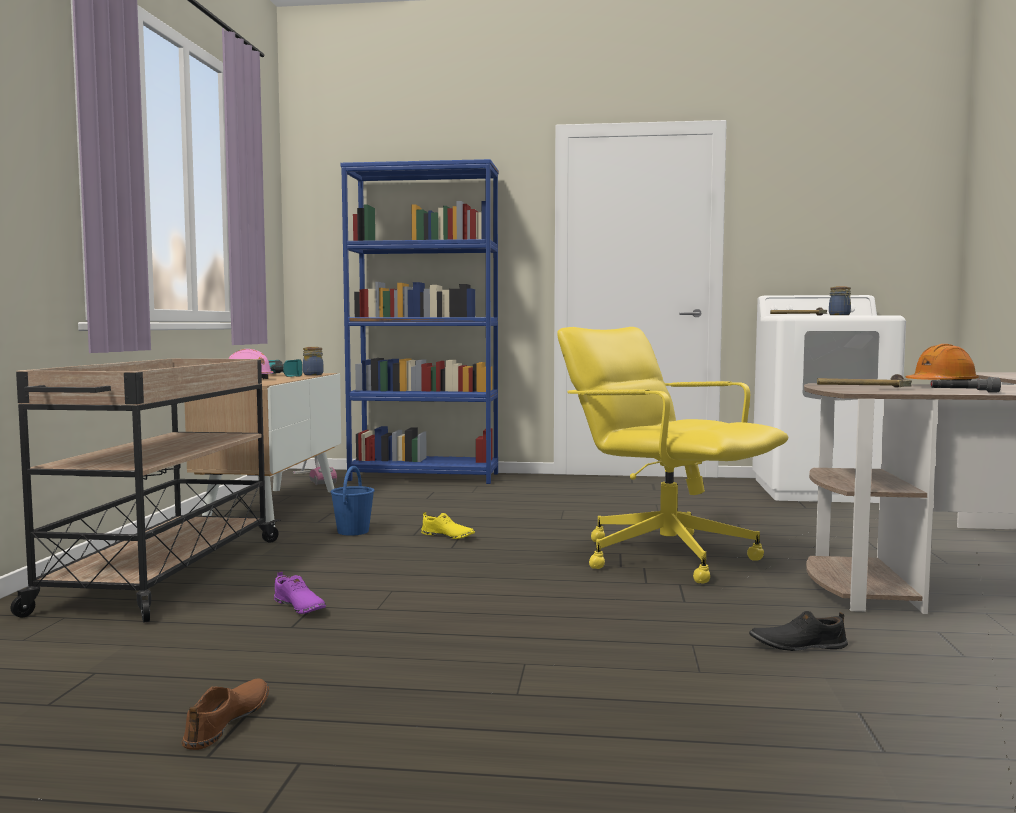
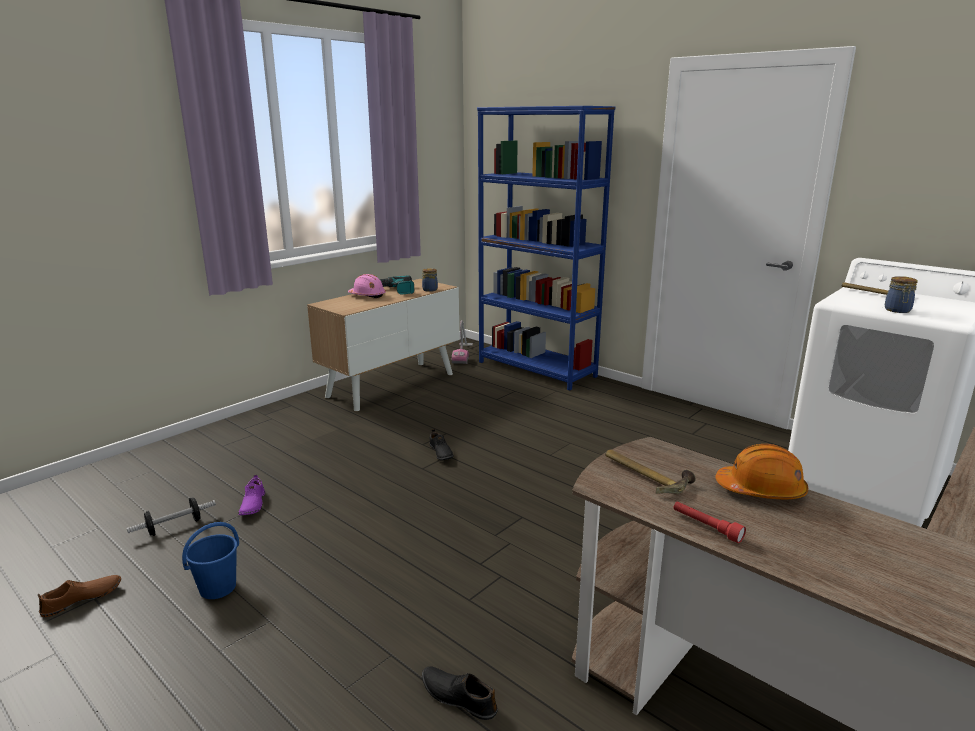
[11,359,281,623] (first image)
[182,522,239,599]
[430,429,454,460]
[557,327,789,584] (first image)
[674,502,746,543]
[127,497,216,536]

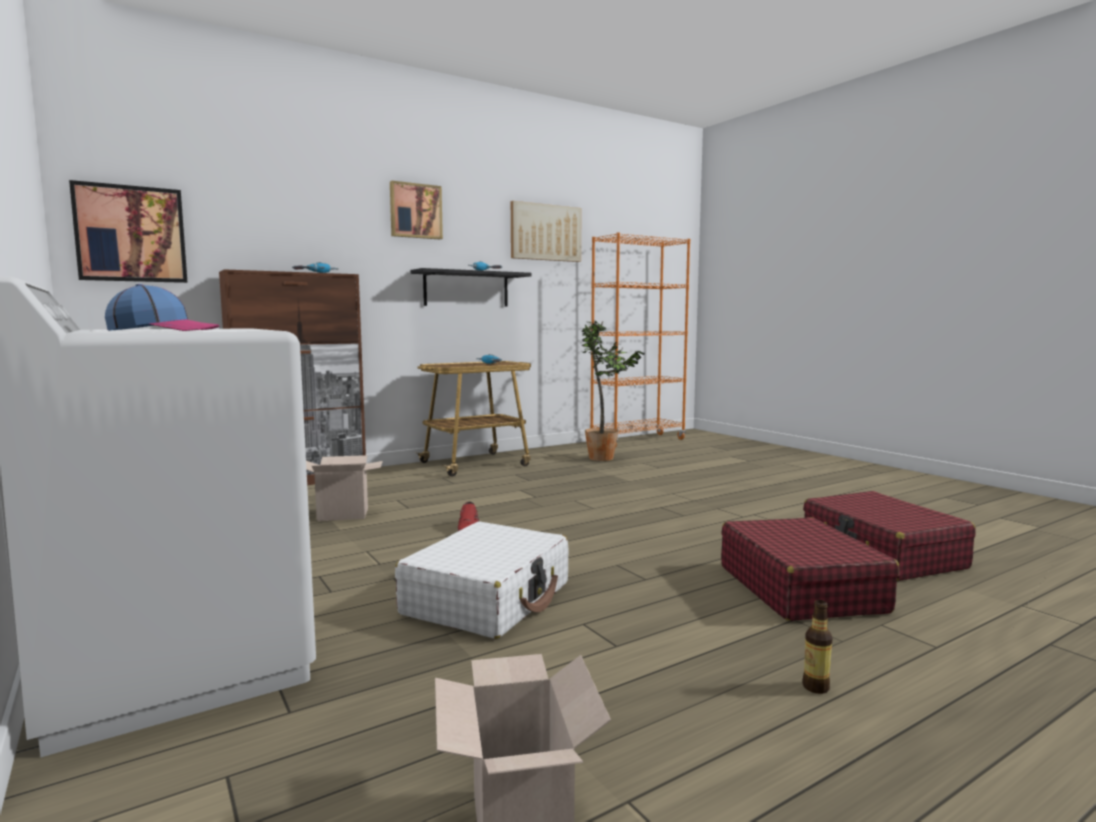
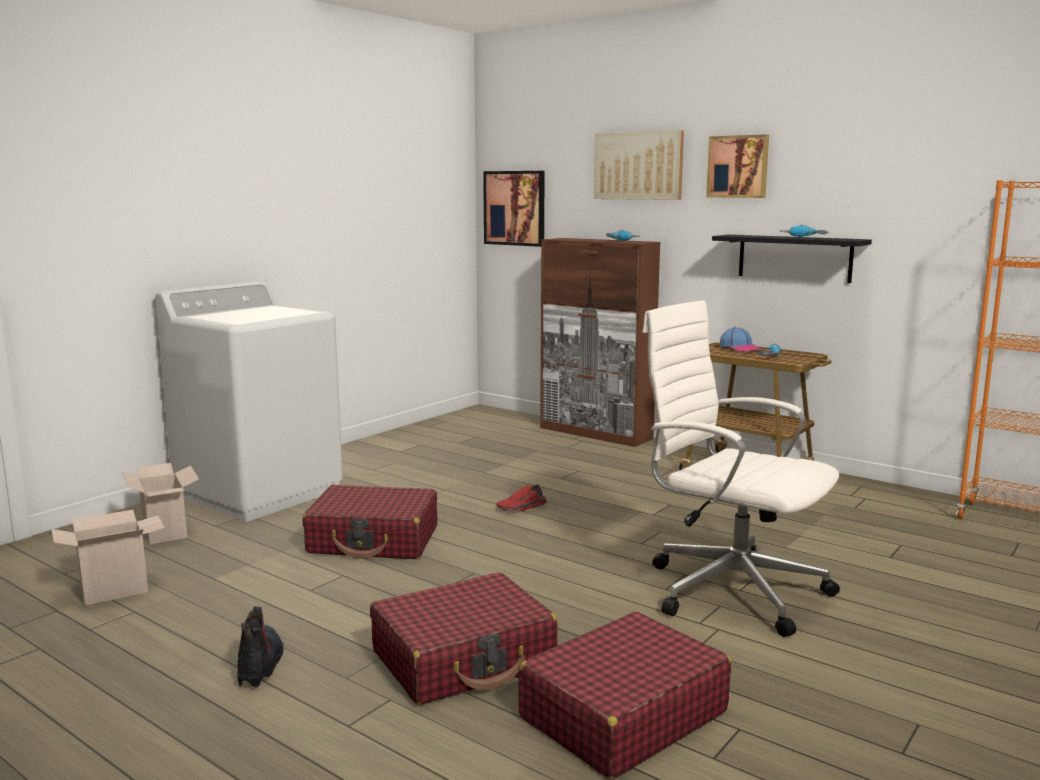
[720,327,762,352]
[122,463,199,544]
[302,485,437,559]
[594,130,684,200]
[581,321,644,461] (first image)
[237,606,283,688]
[642,300,840,637]

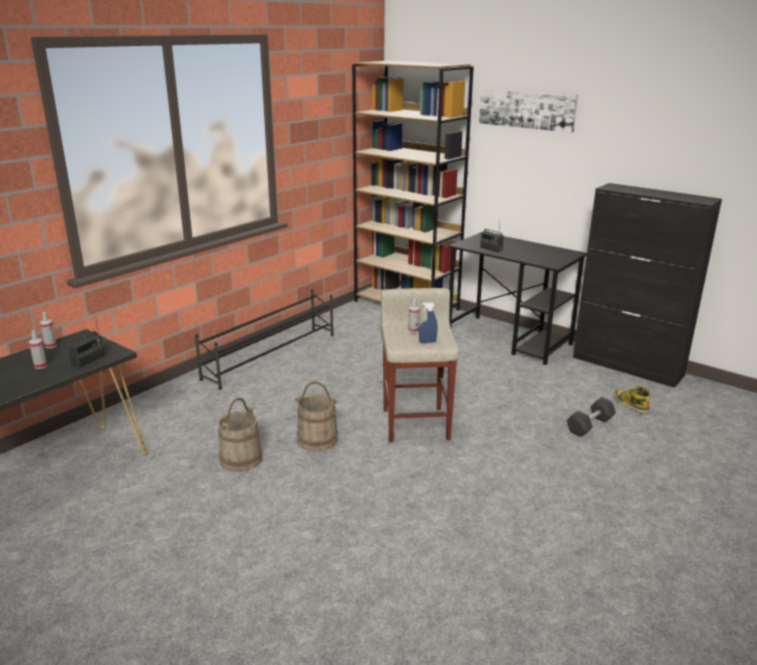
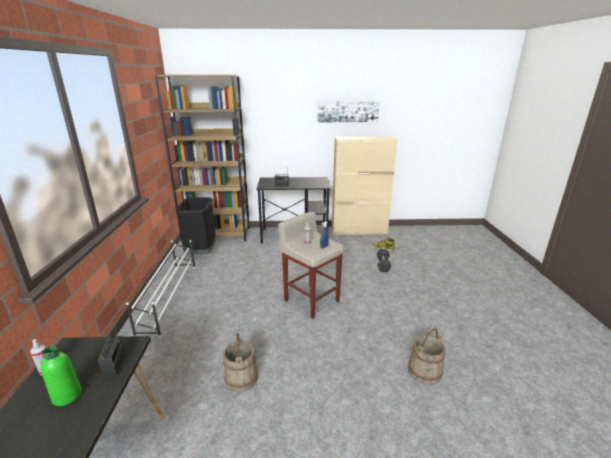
[41,346,82,406]
[126,240,195,338]
[408,328,445,385]
[318,101,380,122]
[332,137,397,235]
[176,197,216,254]

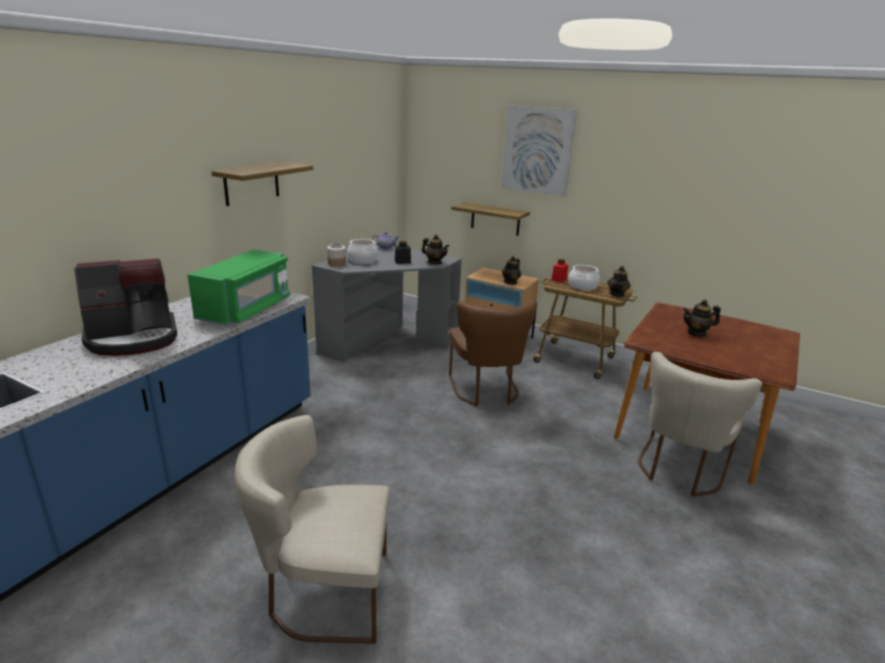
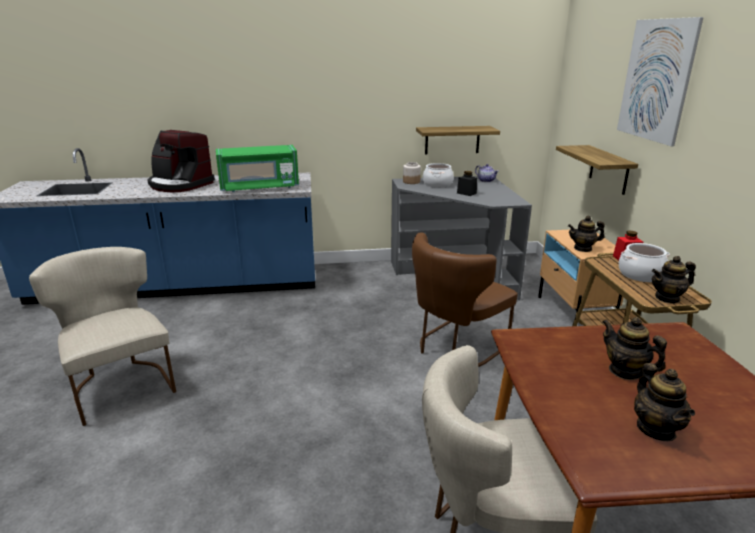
[416,126,500,155]
[634,363,695,441]

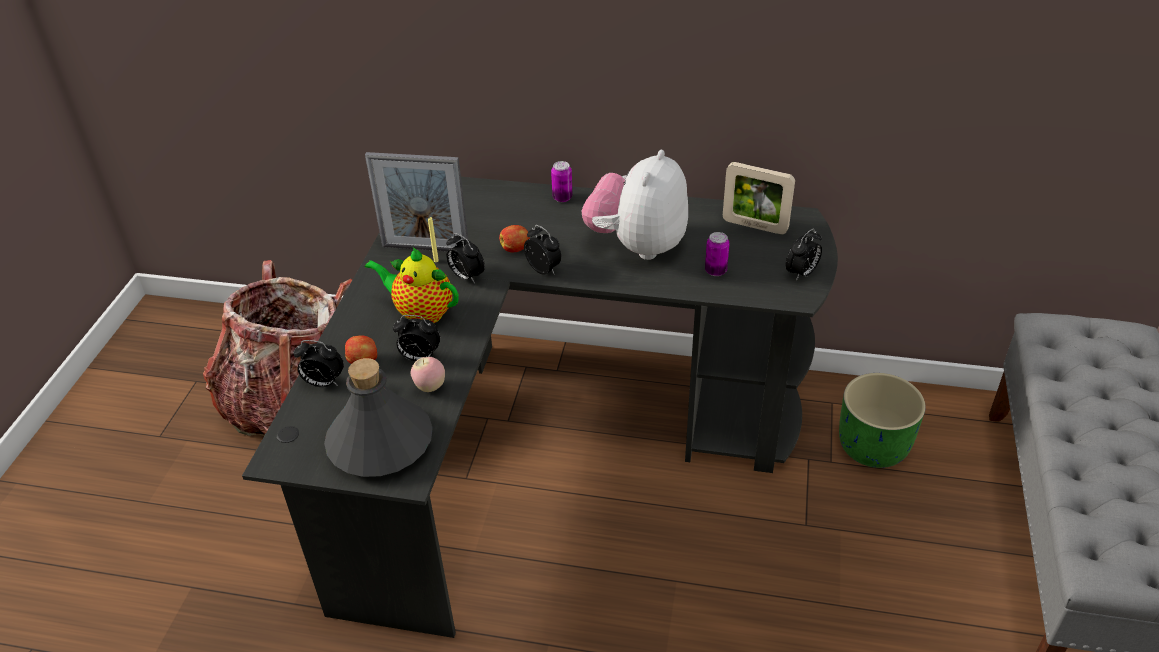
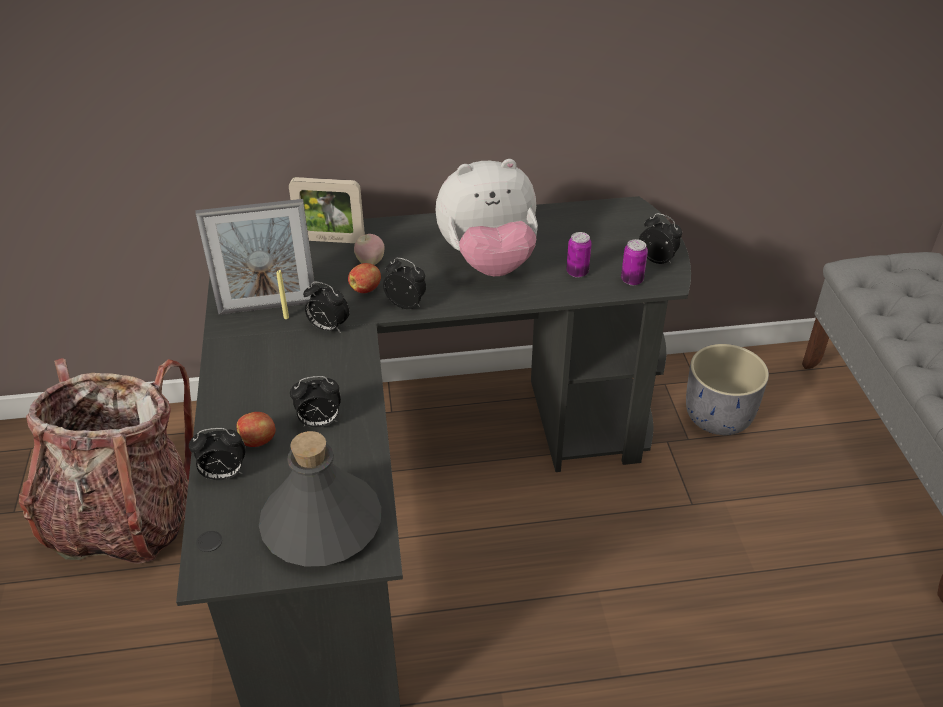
[365,247,459,323] (first image)
[354,234,384,265]
[621,239,648,285]
[436,159,538,276]
[289,177,365,243]
[639,213,682,264]
[686,344,769,435]

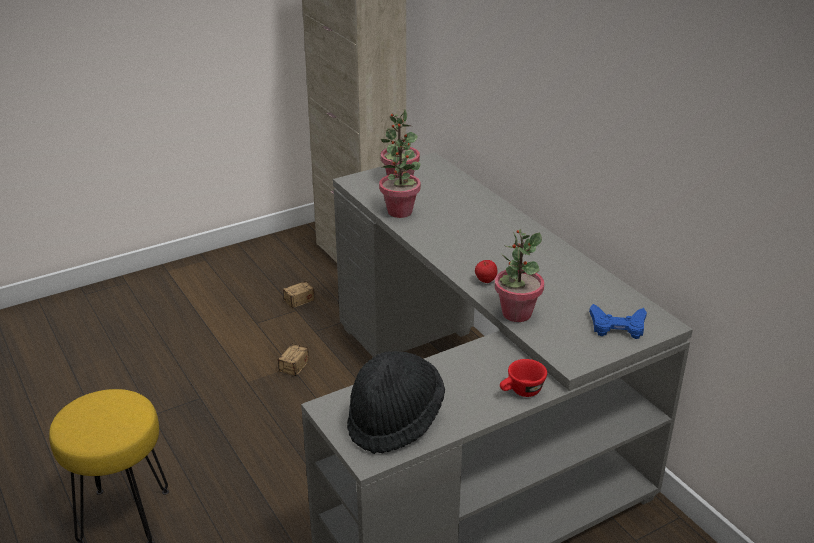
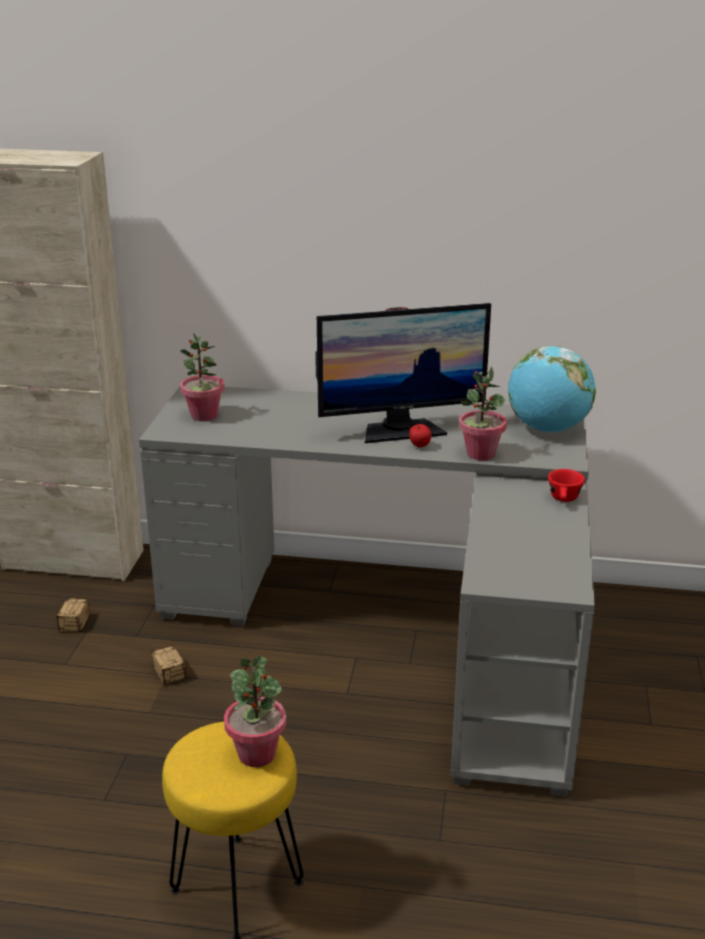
[347,351,445,454] (first image)
[224,656,286,767]
[508,346,596,432]
[315,303,491,443]

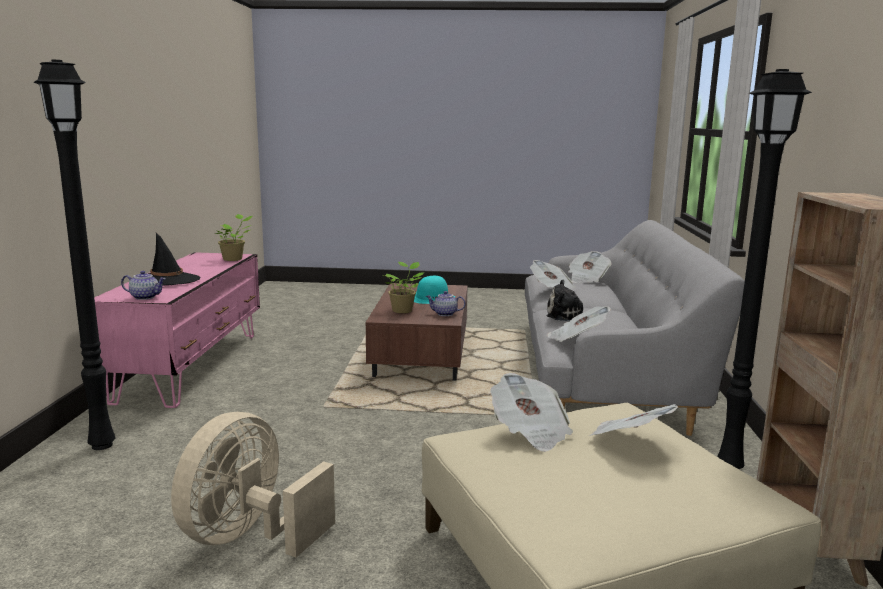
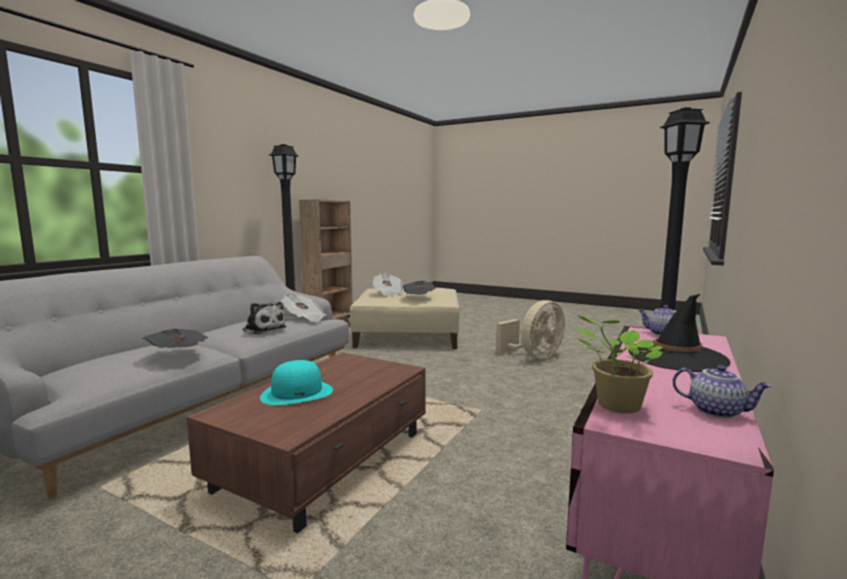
[383,262,425,313] (first image)
[673,365,772,418]
[568,251,611,283] (first image)

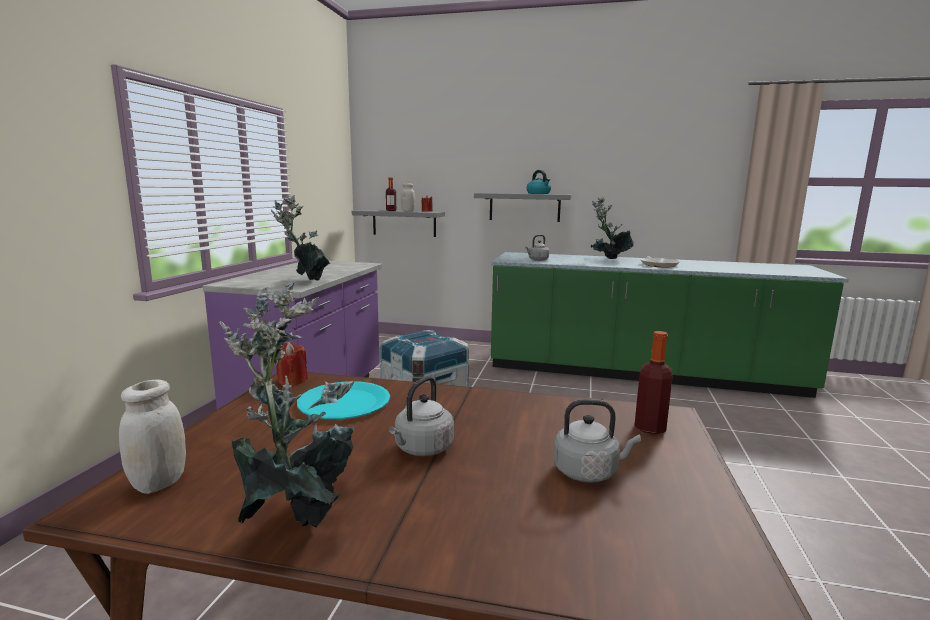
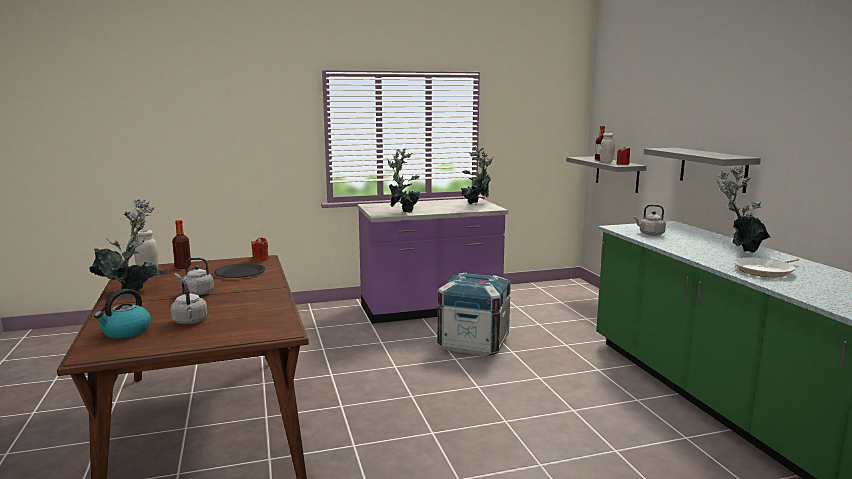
[214,263,265,278]
[94,289,151,339]
[172,220,191,269]
[461,146,494,204]

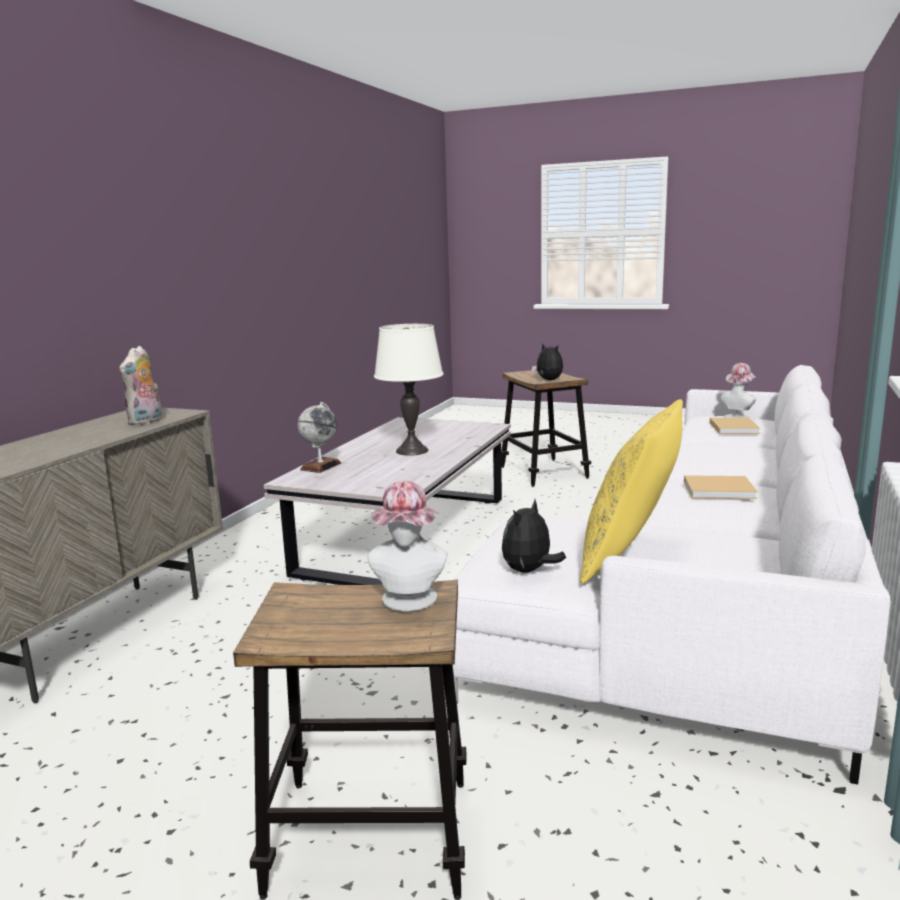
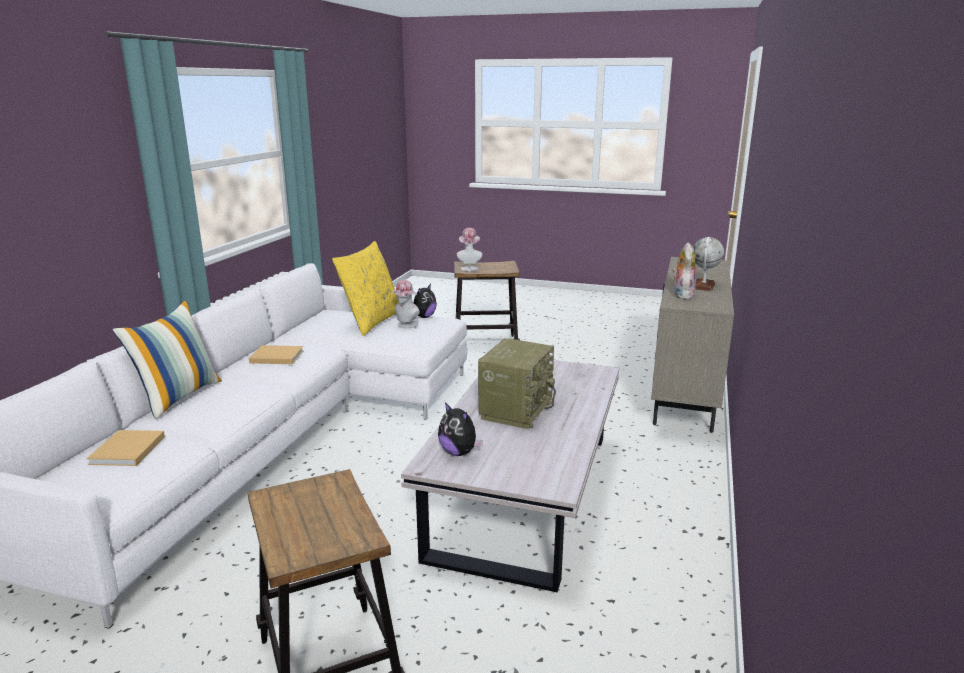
[693,237,724,291]
[478,338,556,429]
[438,402,483,456]
[391,280,420,328]
[113,300,222,419]

